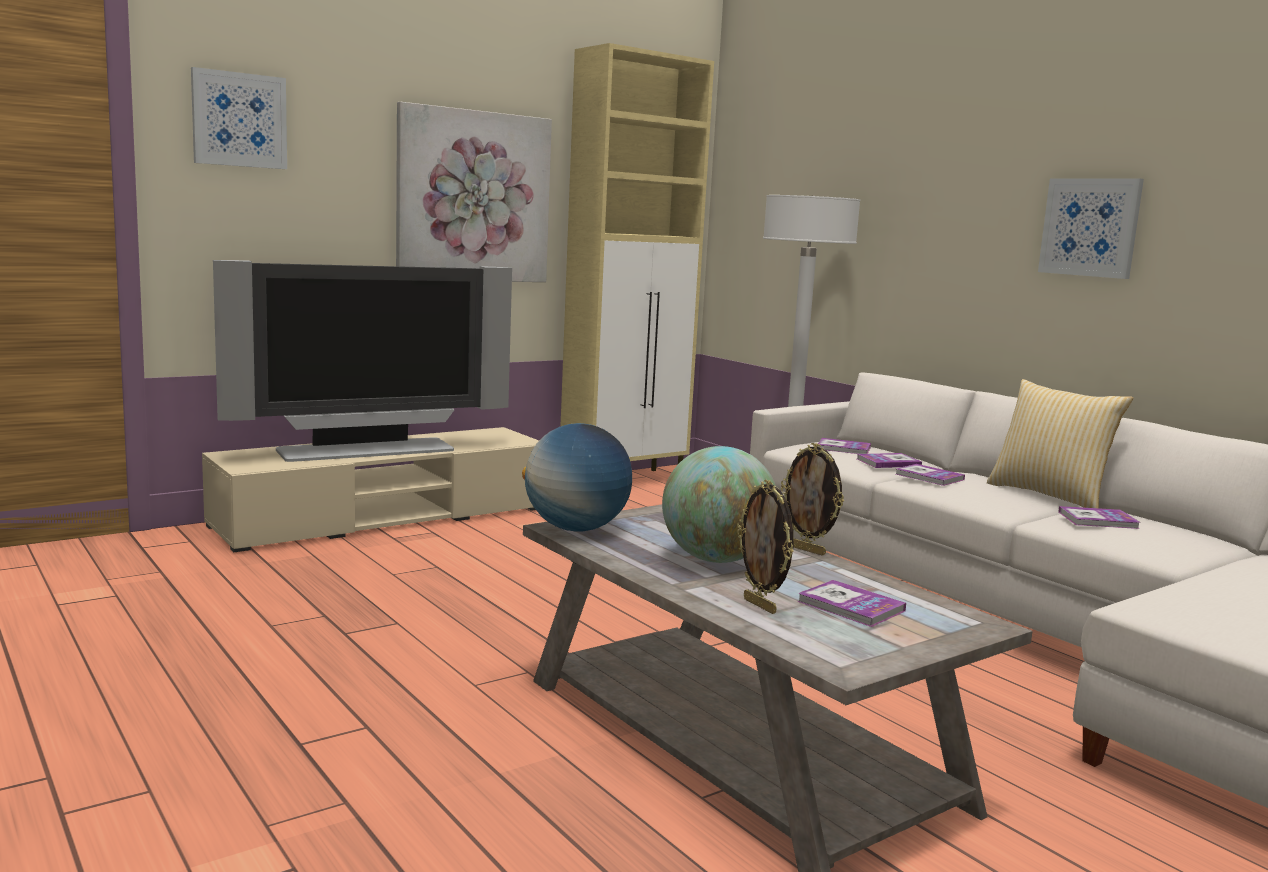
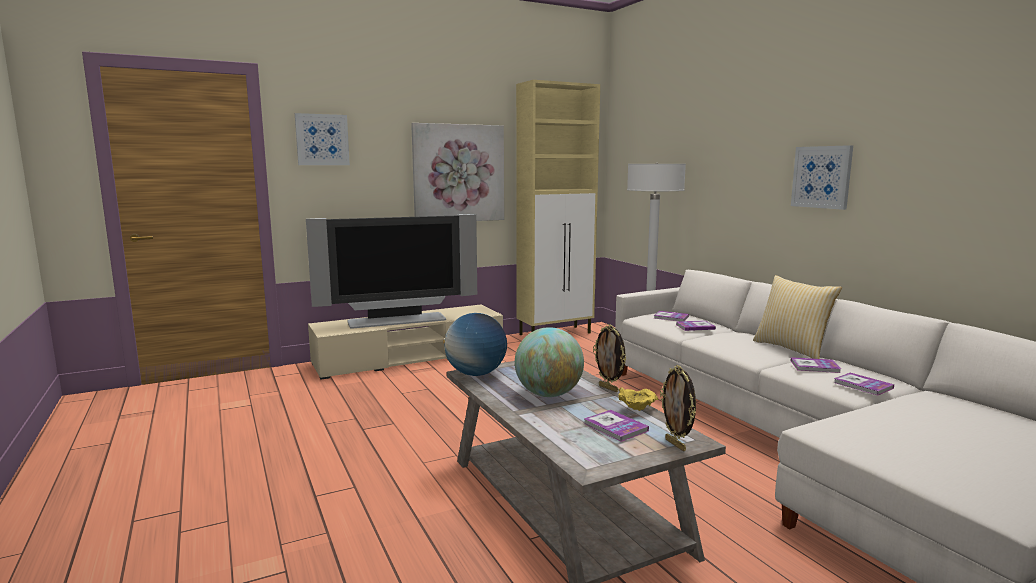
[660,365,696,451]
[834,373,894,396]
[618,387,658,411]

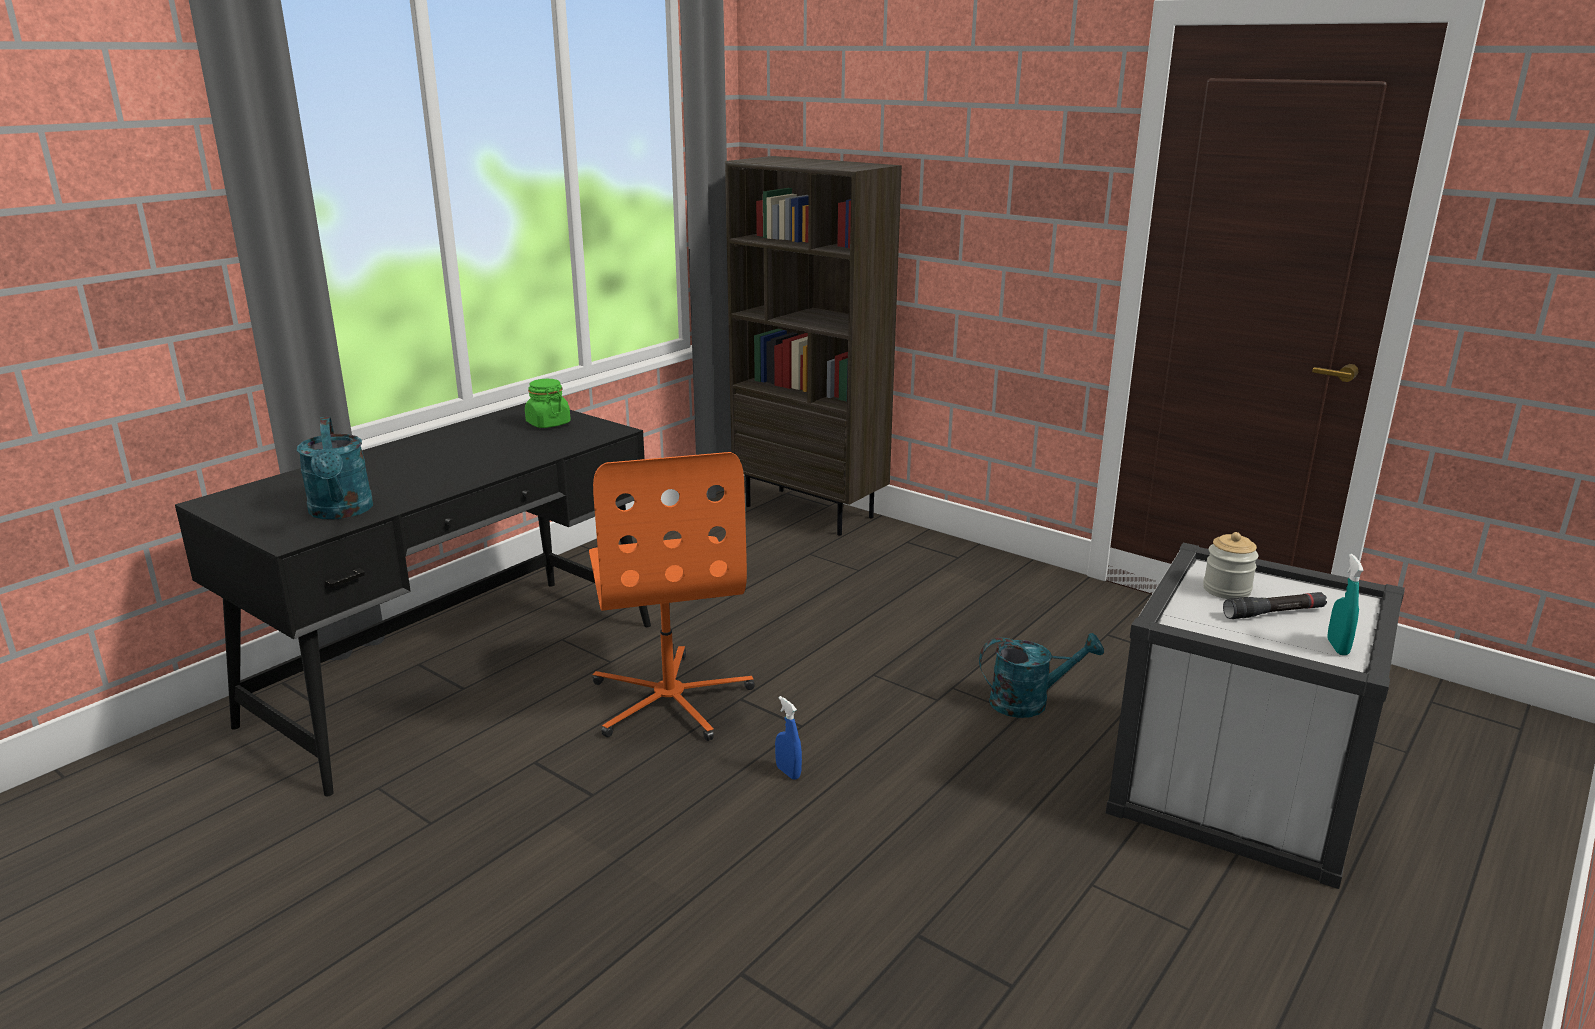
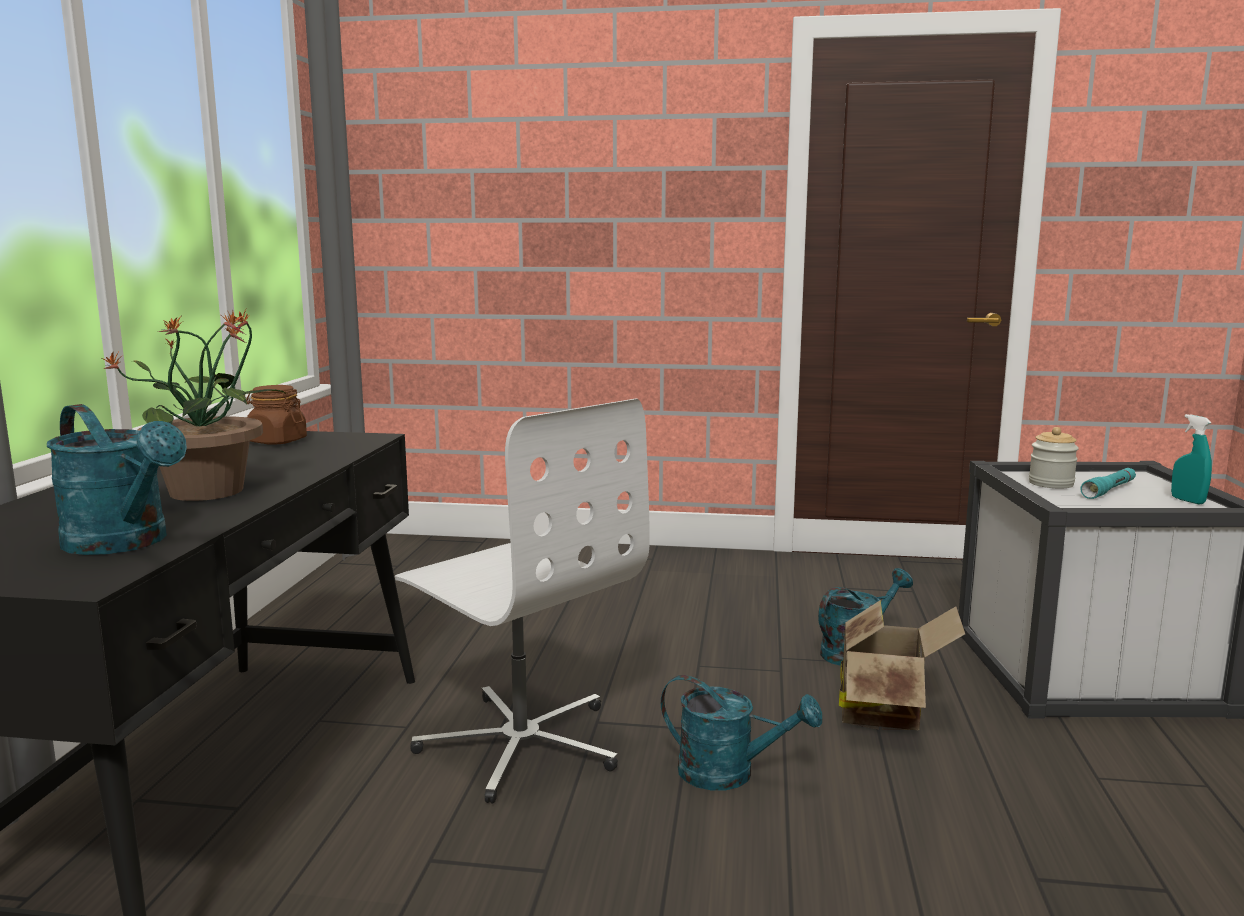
[246,385,307,445]
[395,398,650,804]
[725,156,902,536] (first image)
[661,675,822,790]
[1081,468,1136,499]
[102,309,287,501]
[839,600,965,730]

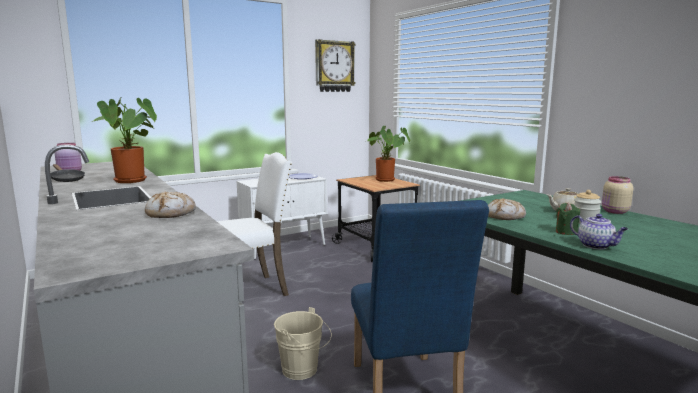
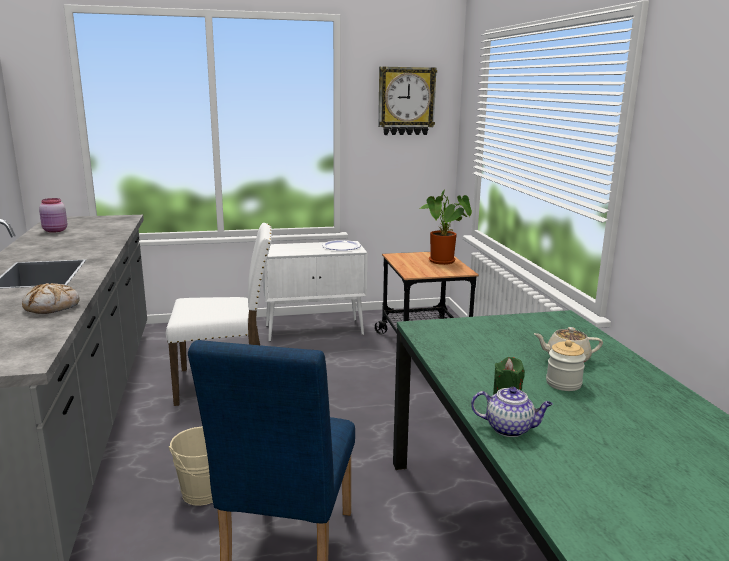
[50,164,85,182] (first image)
[91,96,157,183] (first image)
[488,198,526,220] (first image)
[471,387,553,437]
[602,176,633,214] (first image)

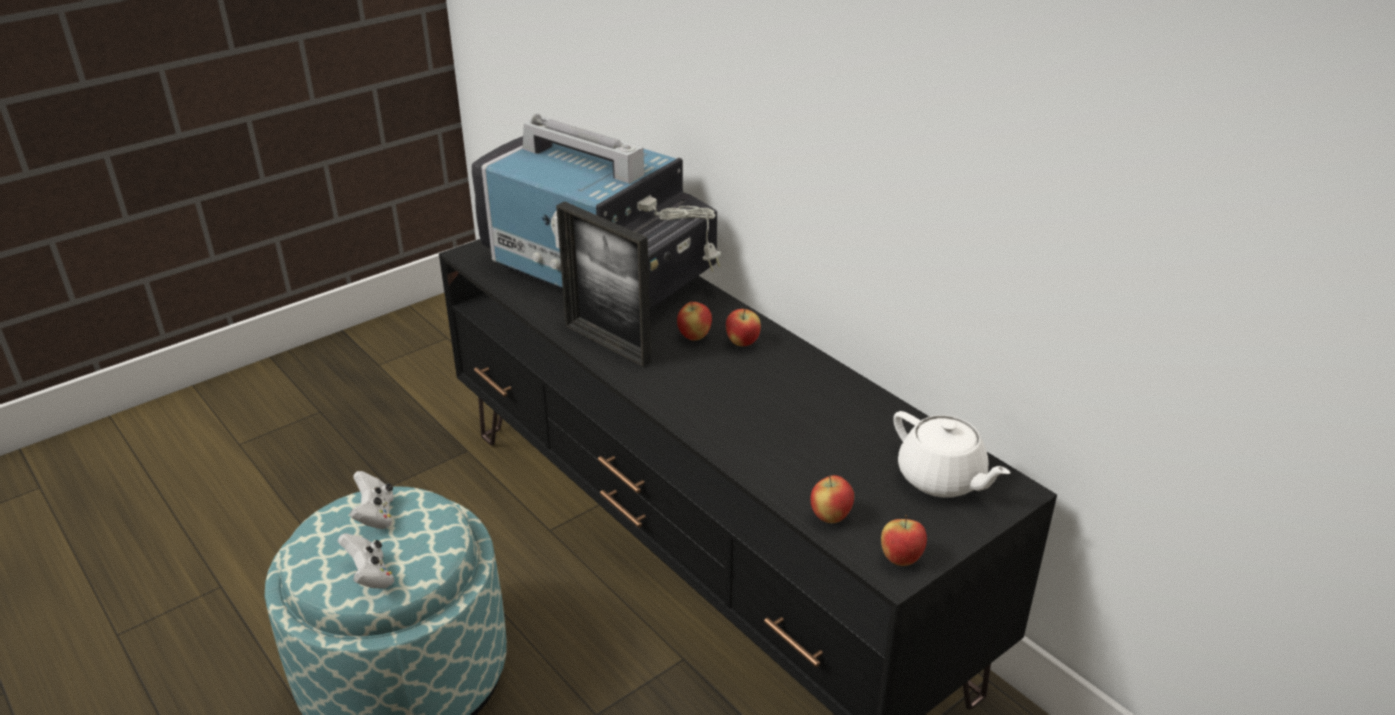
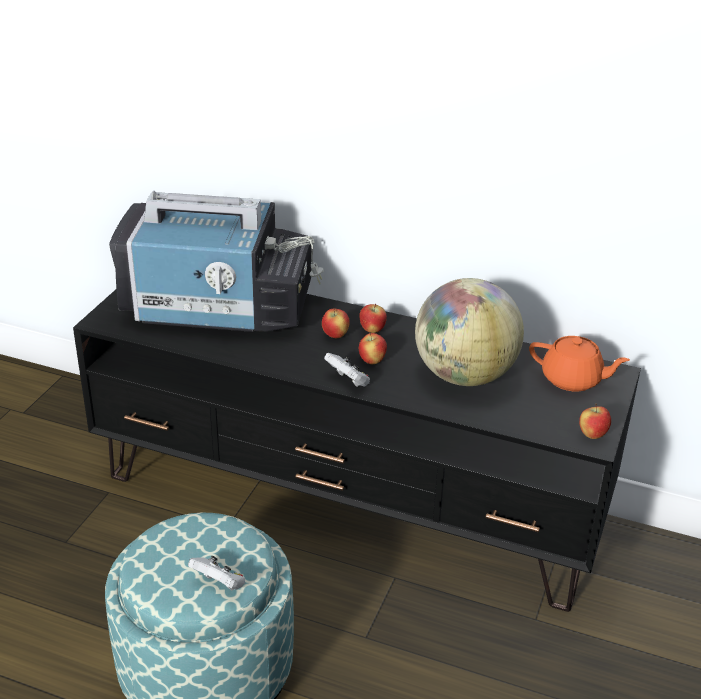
[324,353,370,387]
[556,201,651,367] (first image)
[359,333,387,364]
[529,336,630,392]
[415,278,524,386]

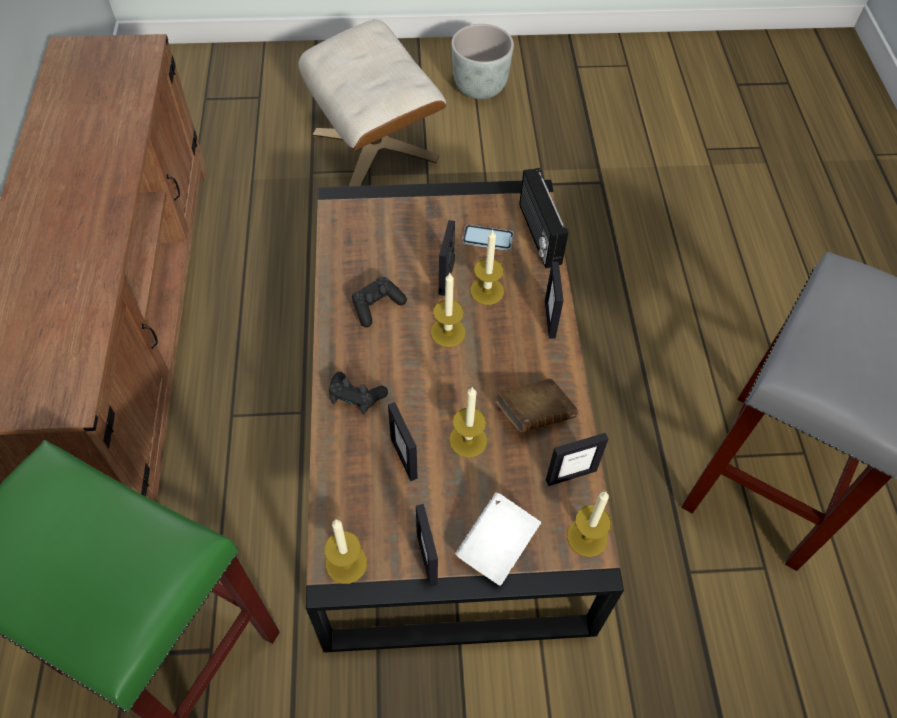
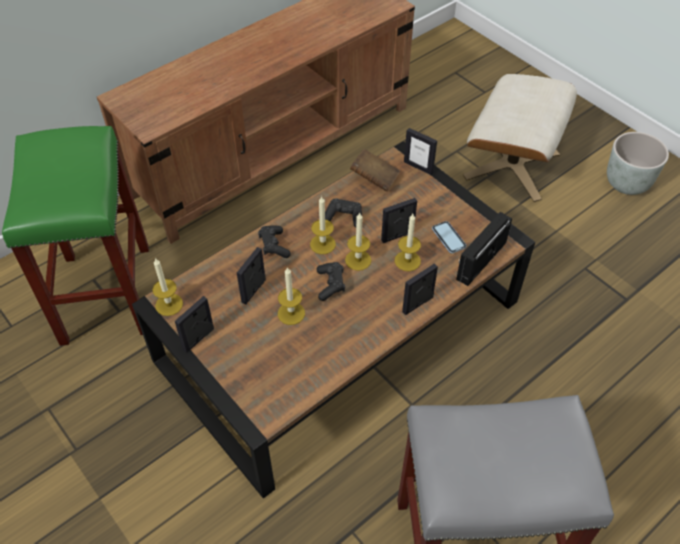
[455,492,541,586] (first image)
[350,149,400,192]
[404,128,437,175]
[310,197,336,254]
[317,262,345,301]

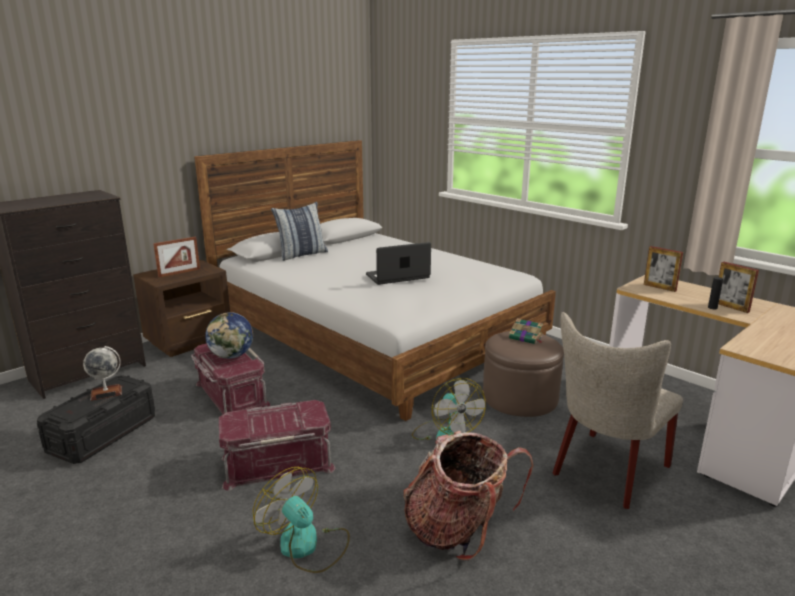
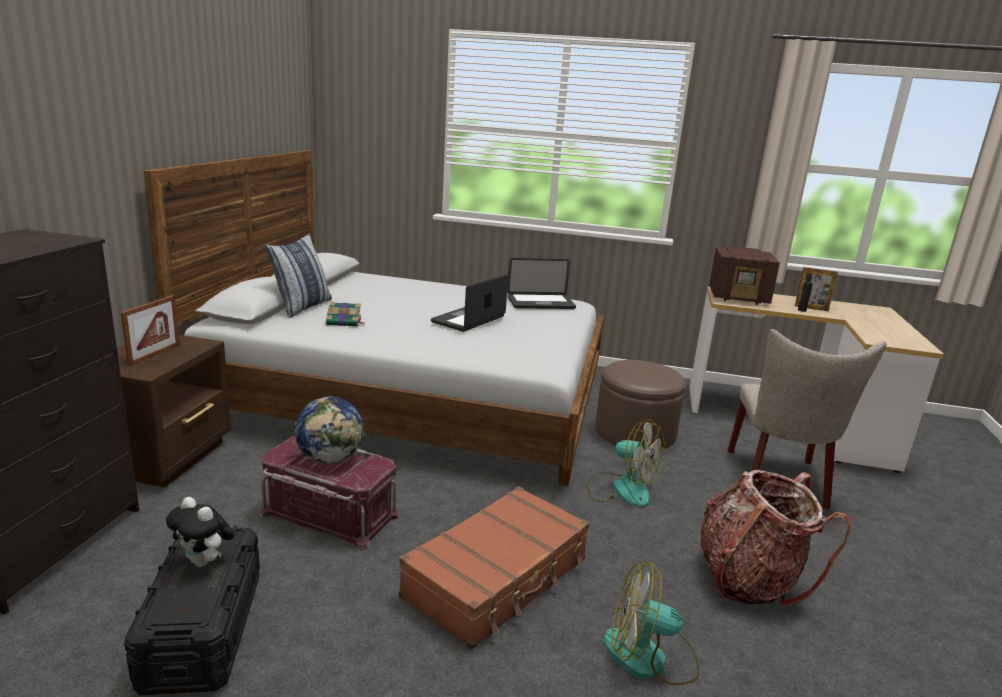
[166,497,234,567]
[399,486,589,650]
[326,302,363,327]
[709,246,780,305]
[507,258,576,309]

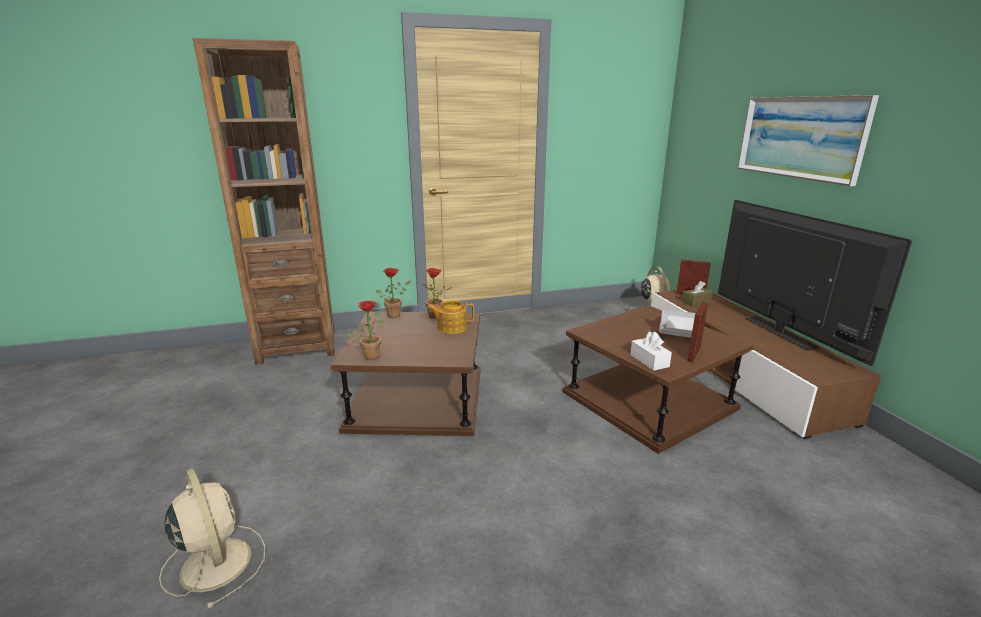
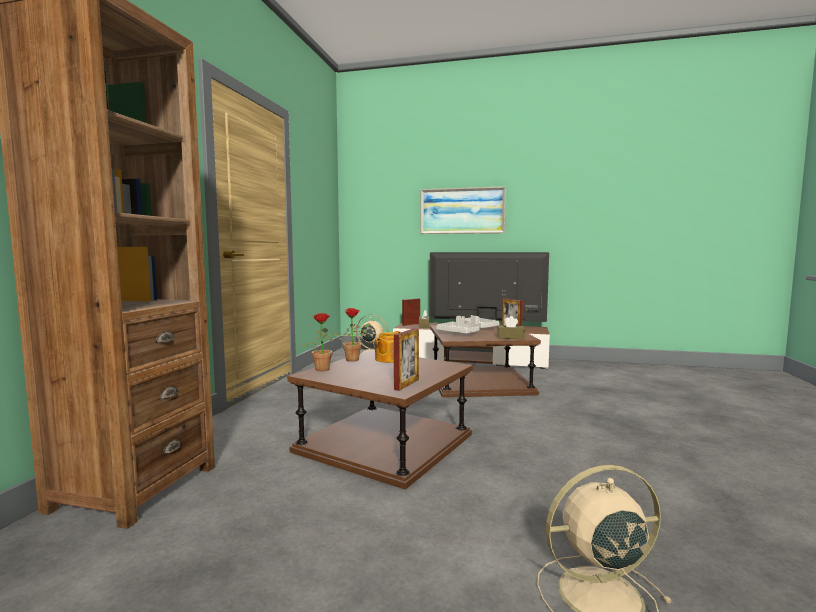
[394,328,419,391]
[497,316,525,339]
[436,316,479,334]

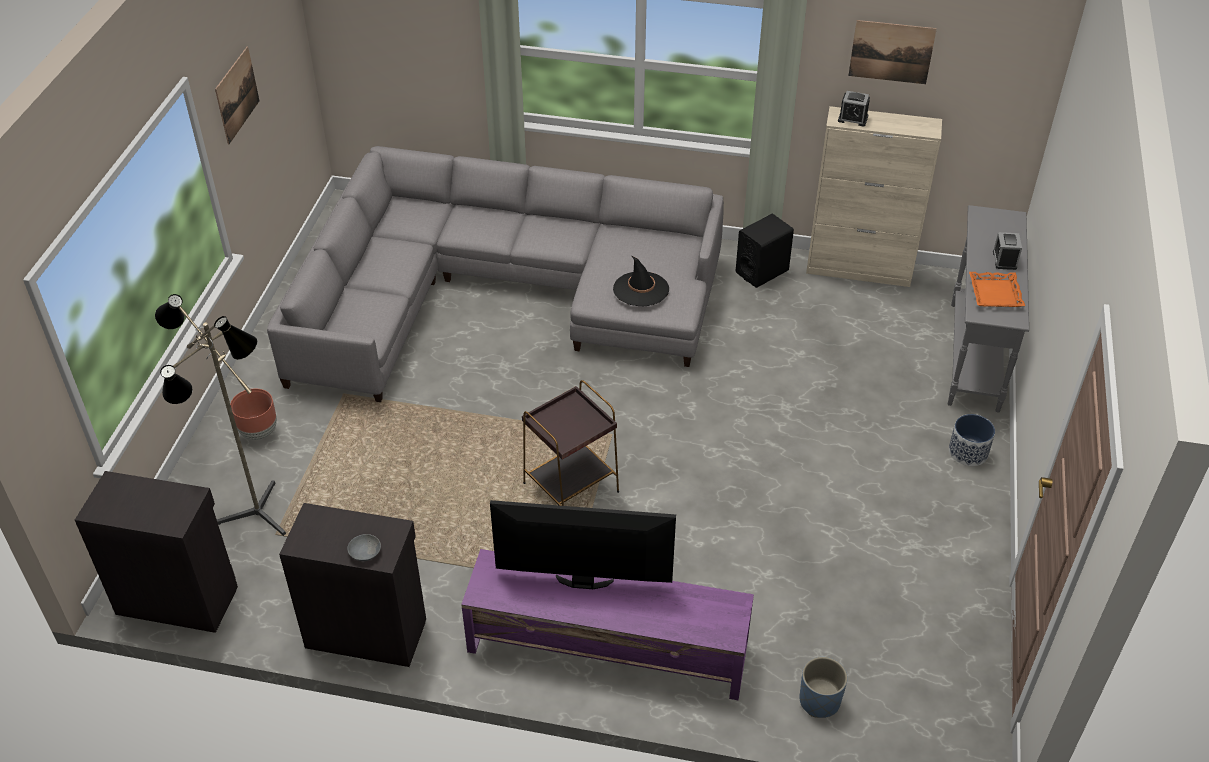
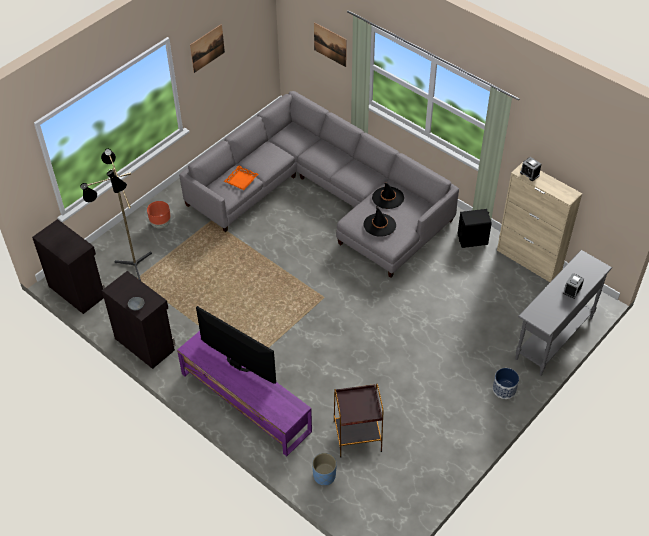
[334,384,383,458]
[314,22,347,67]
[224,166,259,190]
[372,183,404,209]

